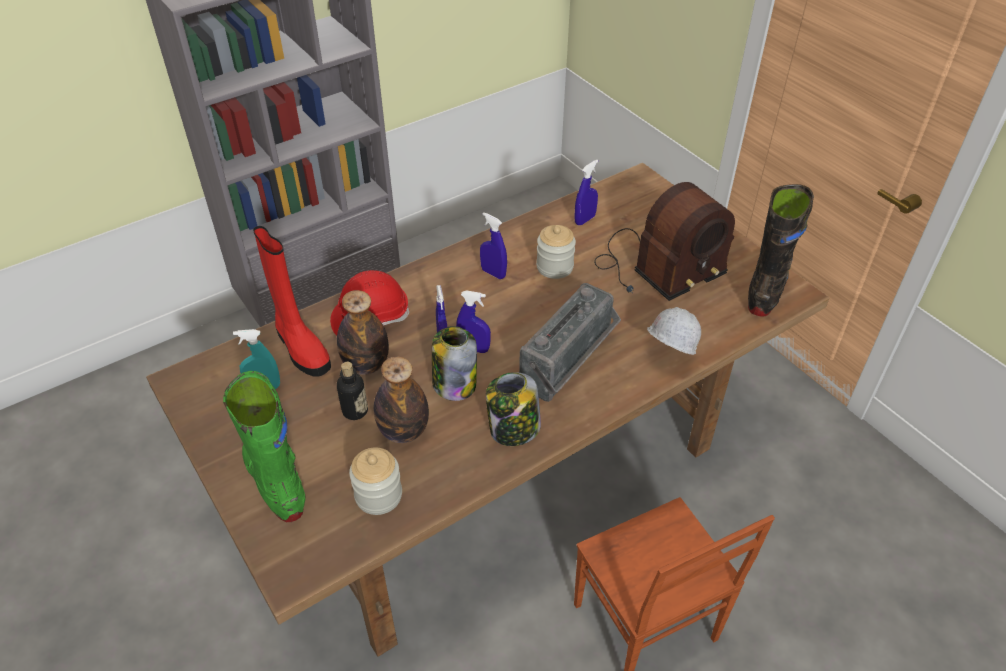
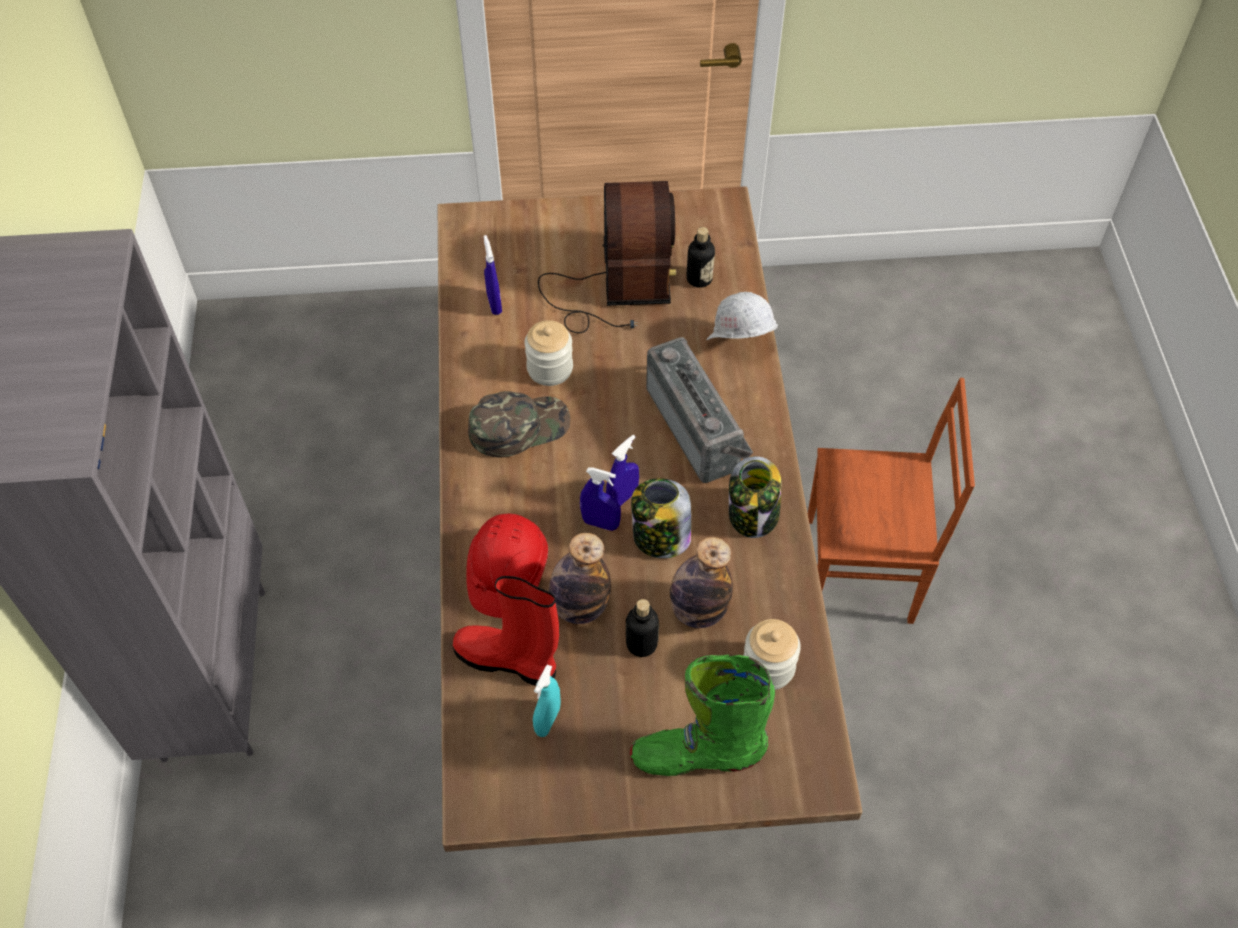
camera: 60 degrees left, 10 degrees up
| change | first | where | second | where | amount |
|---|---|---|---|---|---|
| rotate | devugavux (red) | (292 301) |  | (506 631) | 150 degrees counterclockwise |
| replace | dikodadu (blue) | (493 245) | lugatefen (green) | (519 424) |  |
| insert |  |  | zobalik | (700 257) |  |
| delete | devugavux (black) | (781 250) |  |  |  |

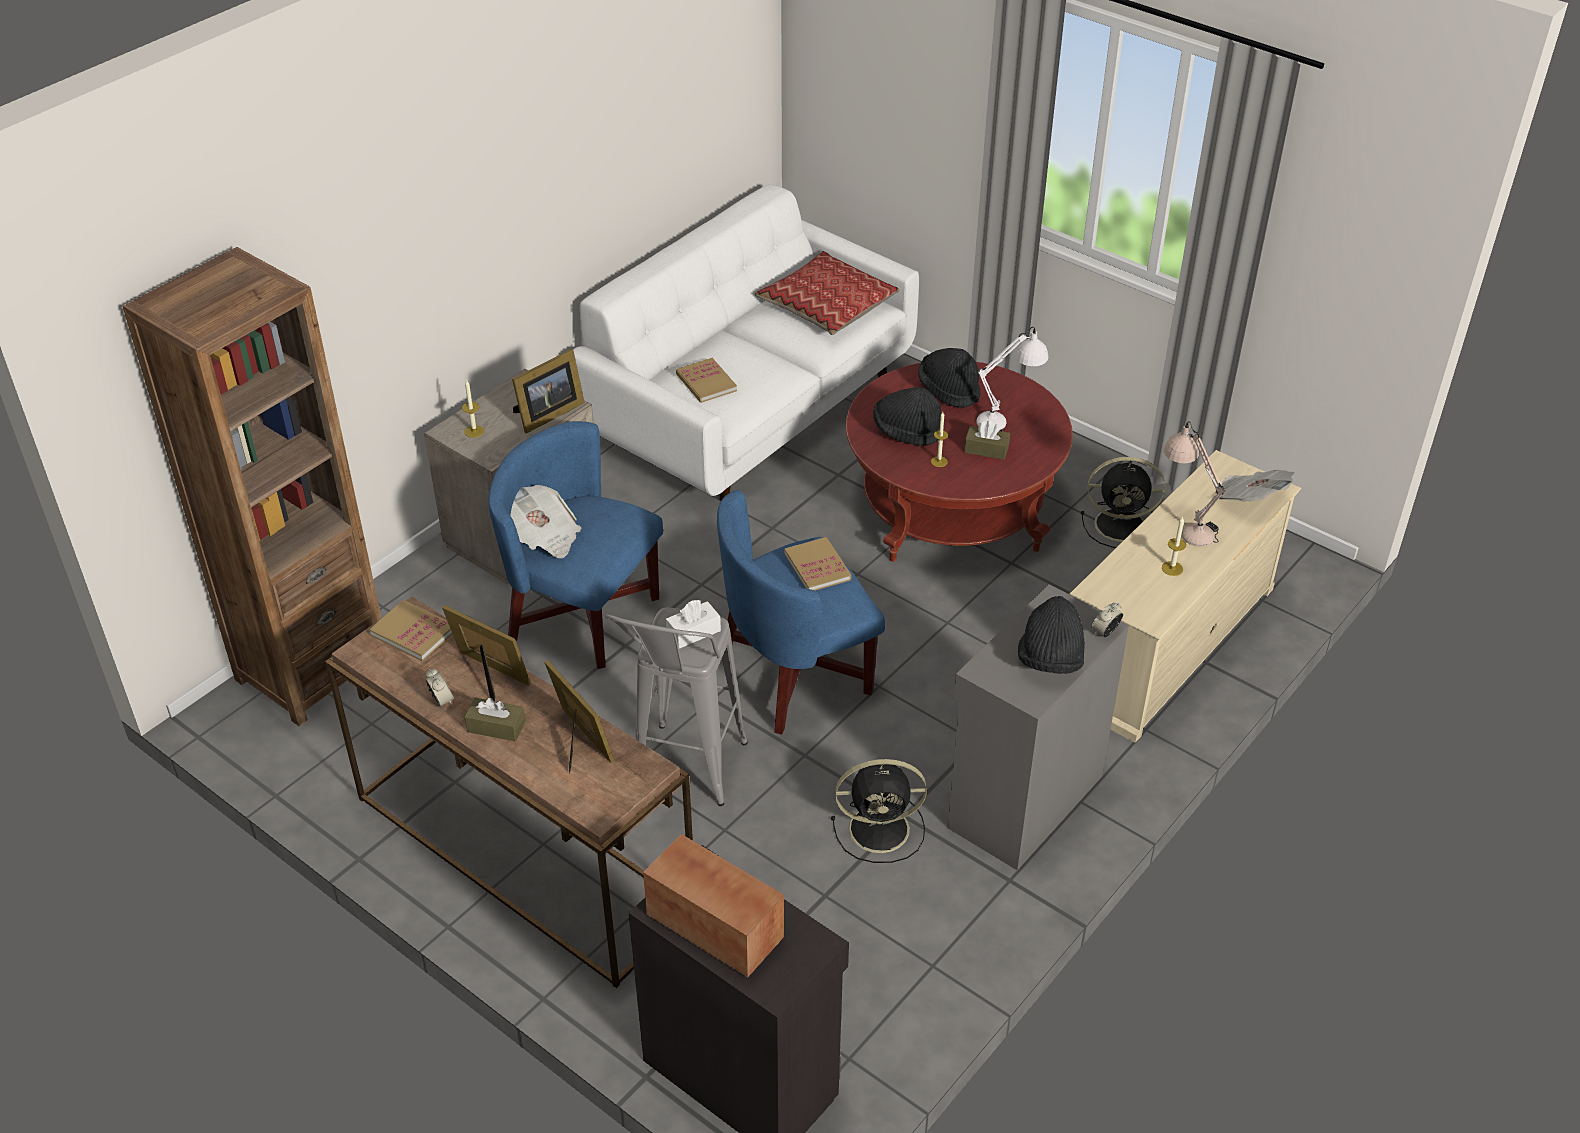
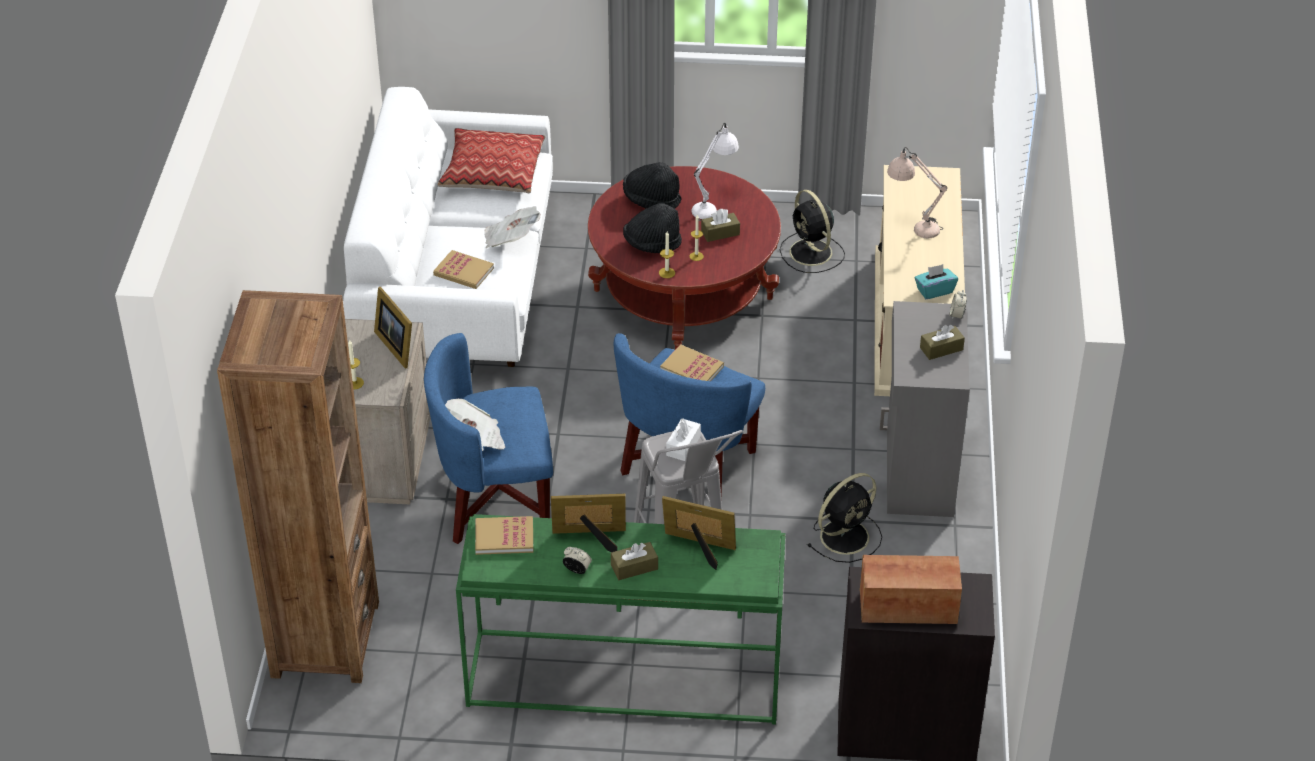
camera: 35 degrees left, 0 degrees up
| change | first | where | second | where | amount |
|---|---|---|---|---|---|
| rotate | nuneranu | (548 391) |  | (393 328) | 135 degrees clockwise |
| recolor | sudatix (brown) | (509 792) | sudatix (green) | (621 619) |  |
| move | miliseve | (1253 485) |  | (512 227) |  |
| move | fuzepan | (1174 546) |  | (667 254) |  |
| rotate | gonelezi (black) | (1123 502) |  | (812 231) | 90 degrees clockwise |
| insert |  |  | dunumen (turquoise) | (936 281) |  |
| replace | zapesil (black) | (1051 635) | dunumen (brown) | (942 342) |  |

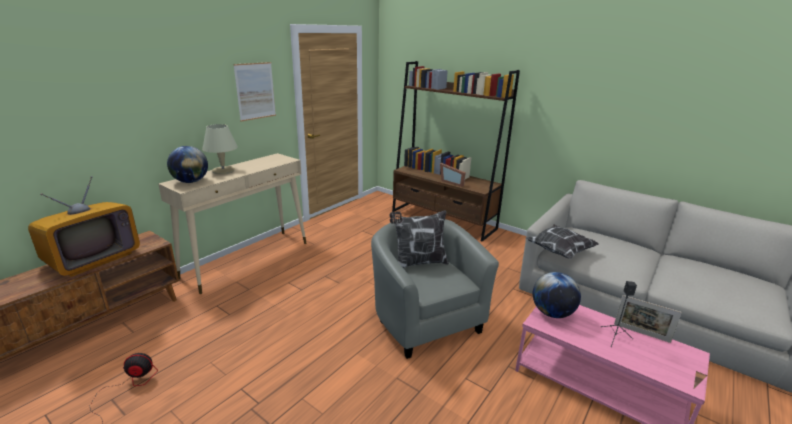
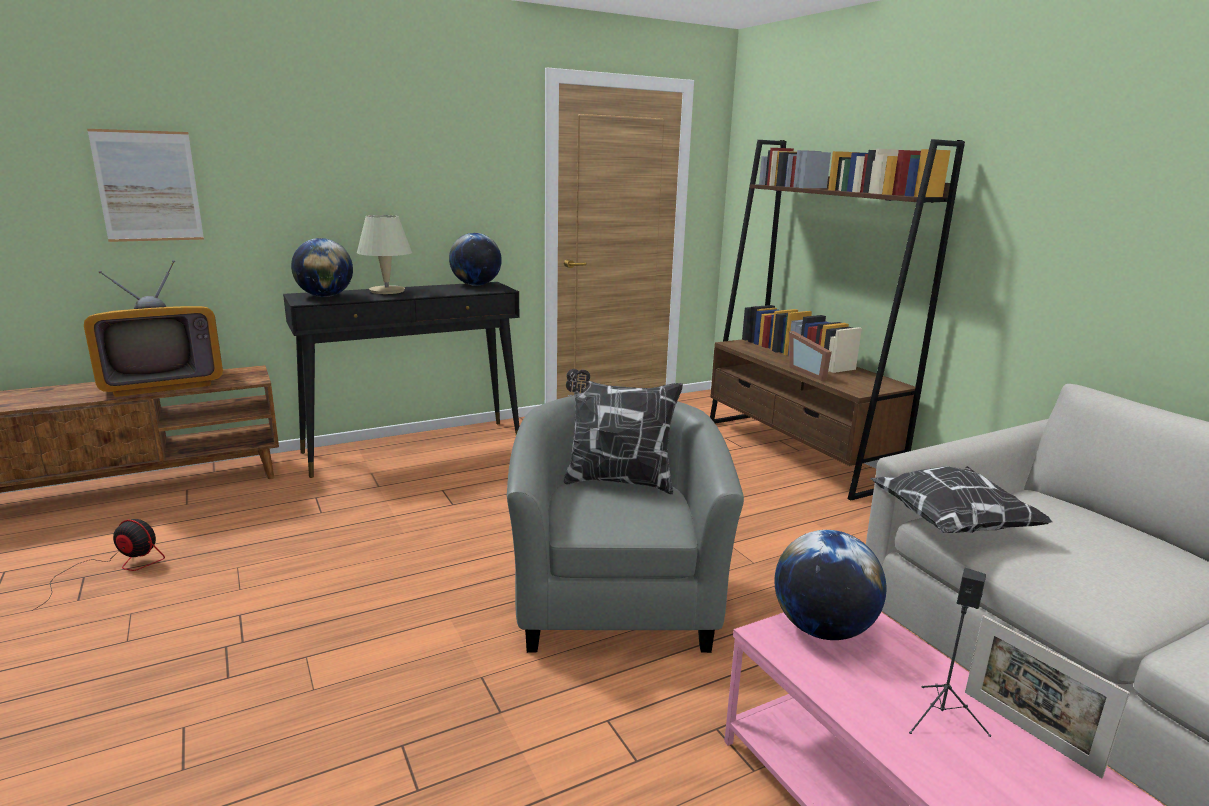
camera: 25 degrees right, 5 degrees down
| change | first | where | second | where | amount |
|---|---|---|---|---|---|
| move | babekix | (254 91) |  | (145 185) |  |
| recolor | sudatix (beige) | (232 223) | sudatix (black) | (401 380) |  |
| insert |  |  | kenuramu | (475 259) |  |

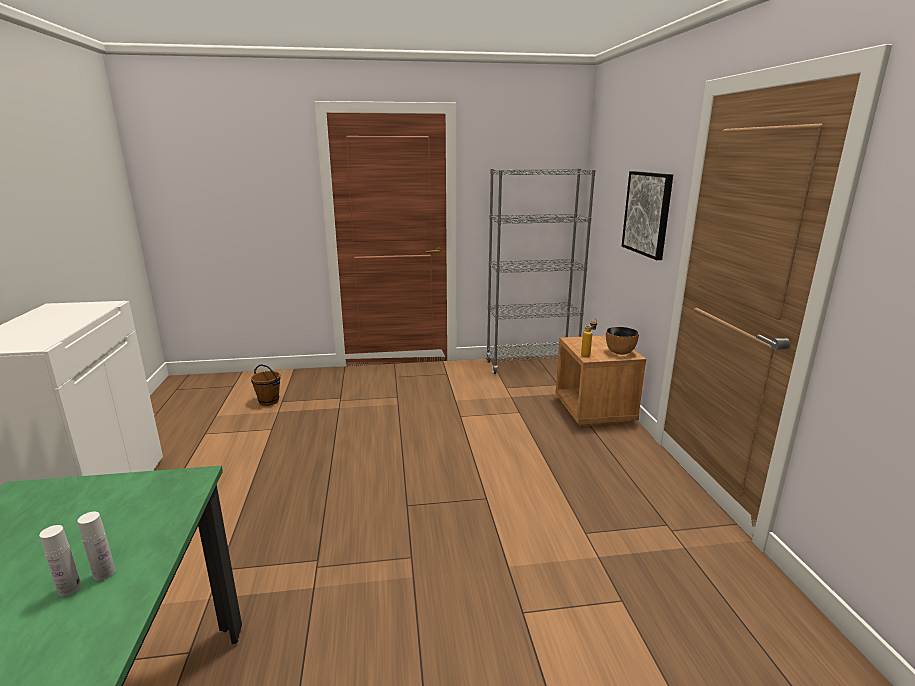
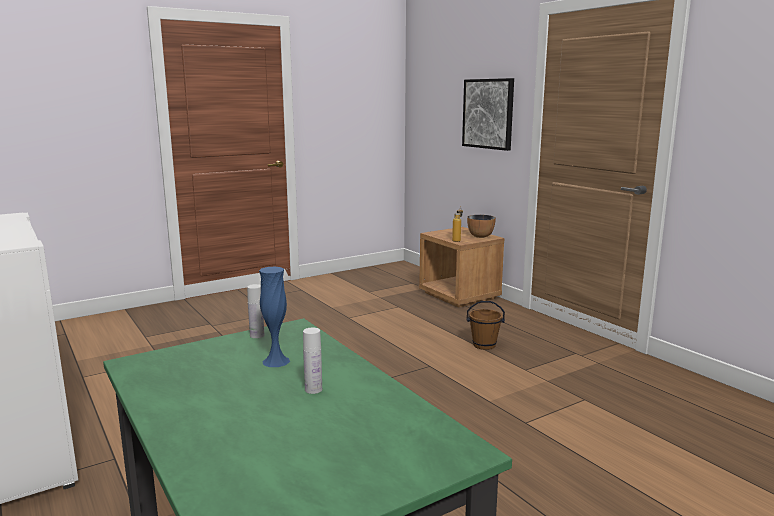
camera: 25 degrees left, 5 degrees down
| change | first | where | second | where | amount |
|---|---|---|---|---|---|
| move | zobalik (white) | (96 546) |  | (255 311) |  |
| insert |  |  | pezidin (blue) | (274 316) |  |
| move | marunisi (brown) | (266 385) |  | (485 325) |  |
| delete | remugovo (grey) | (540 271) |  |  |  |

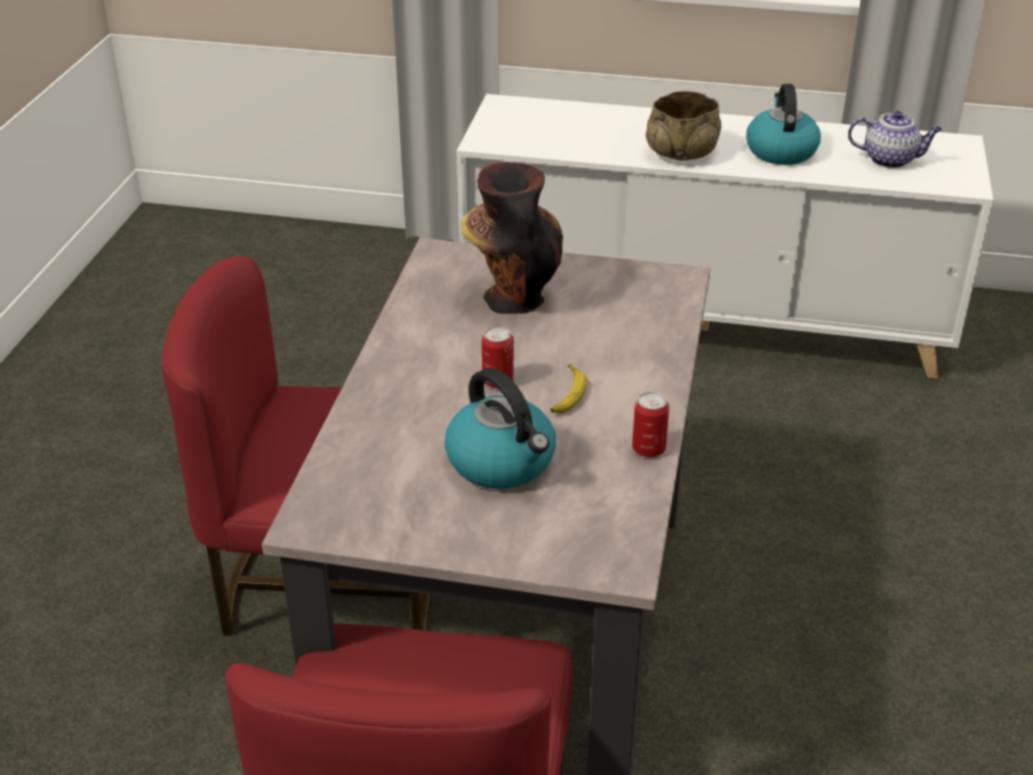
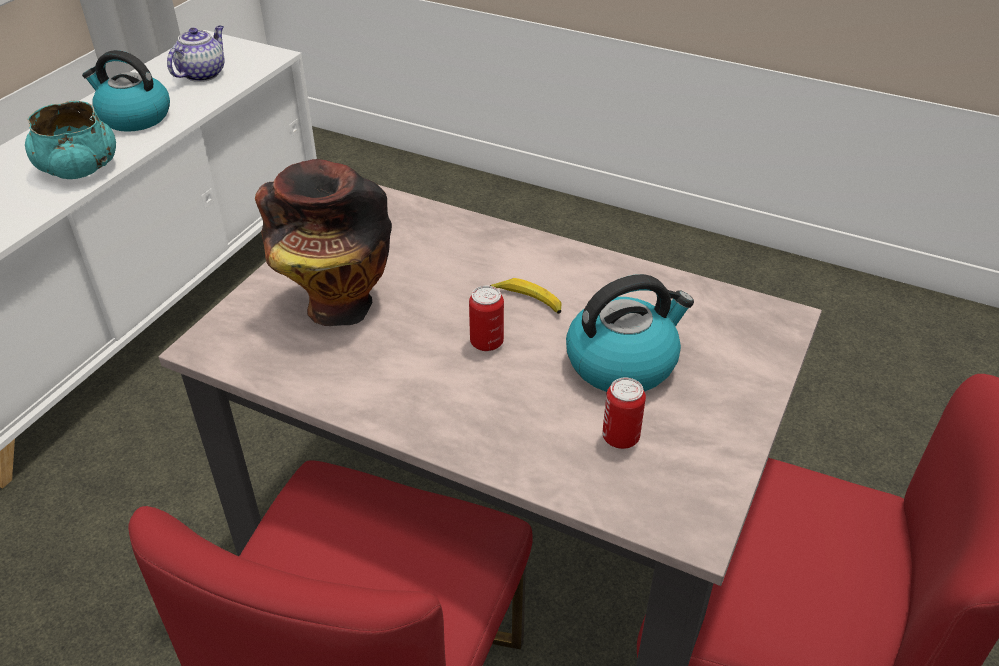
camera: 75 degrees left, 5 degrees up
| change | first | where | second | where | amount |
|---|---|---|---|---|---|
| recolor | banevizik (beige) | (683 126) | banevizik (turquoise) | (70 140) |  |
| move | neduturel | (650 425) |  | (624 413) |  |

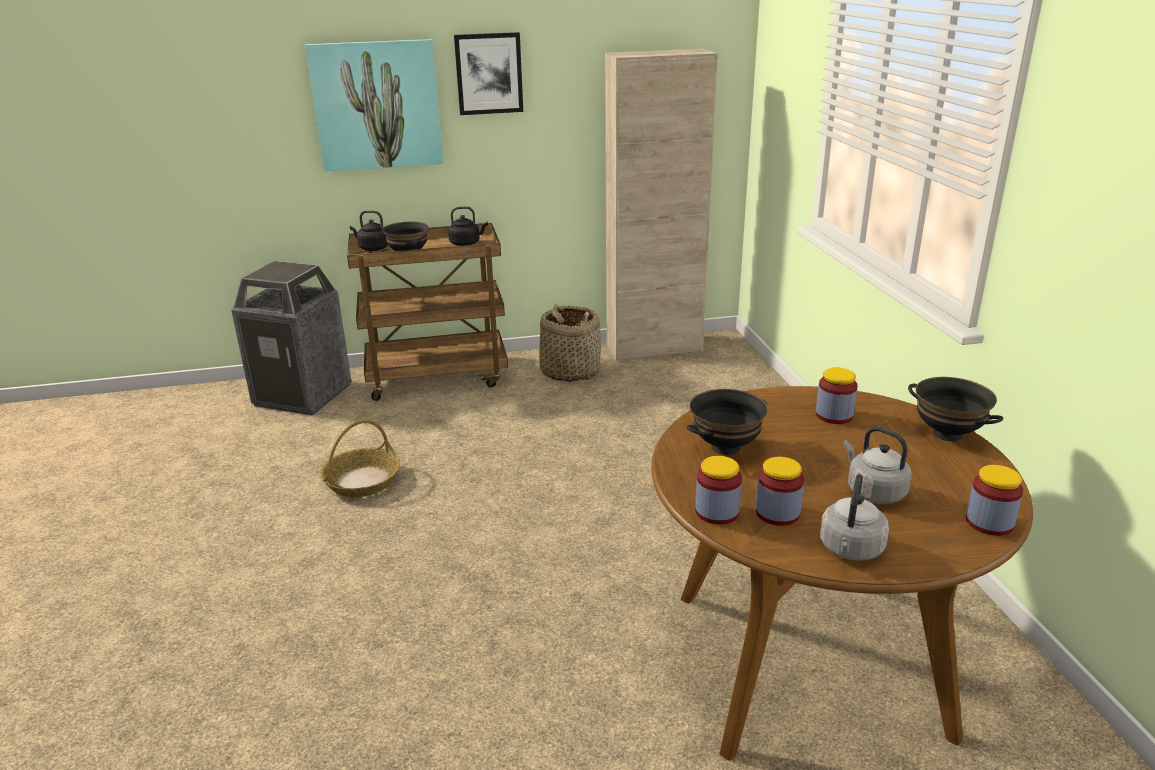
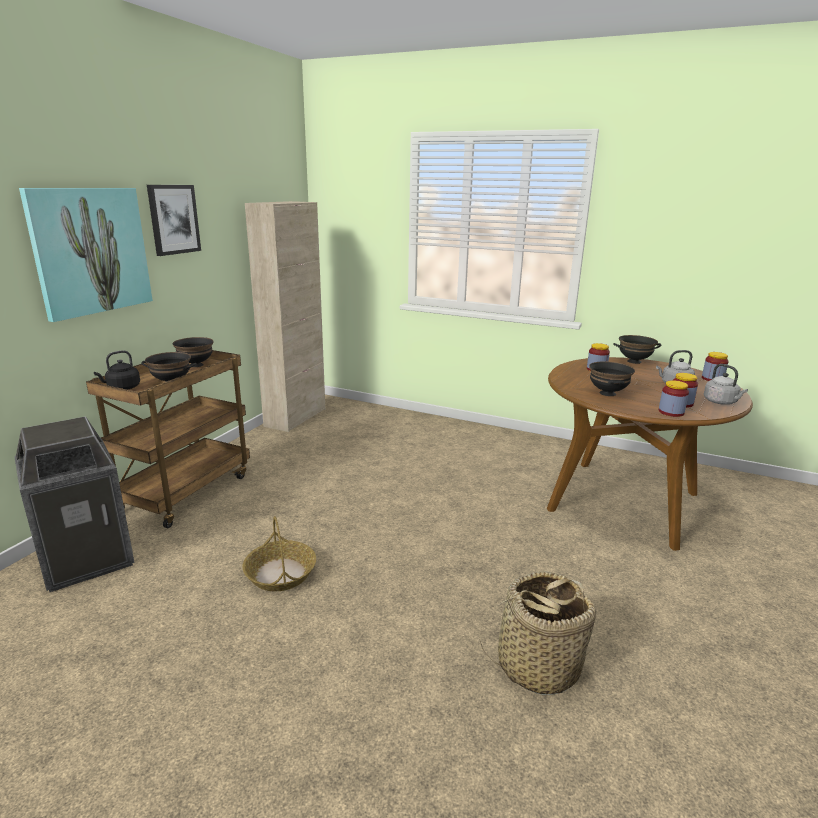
camera: 55 degrees left, 5 degrees down
| change | first | where | second | where | amount |
|---|---|---|---|---|---|
| replace | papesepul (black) | (468 226) | banevizik (black) | (193 352) |  |
| move | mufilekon | (570 343) |  | (538 633) |  |

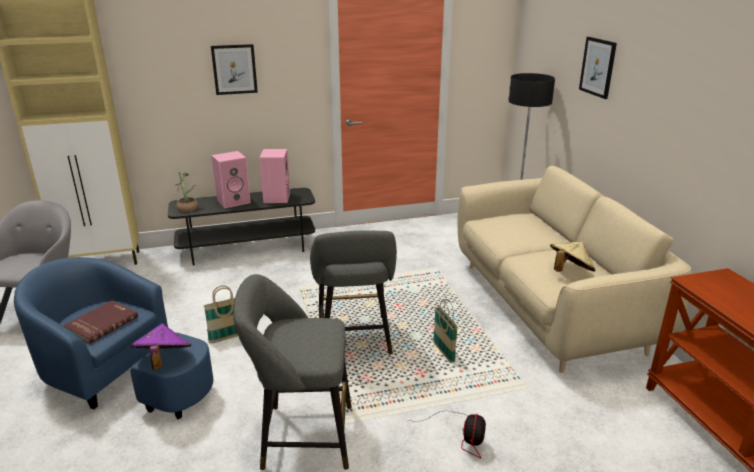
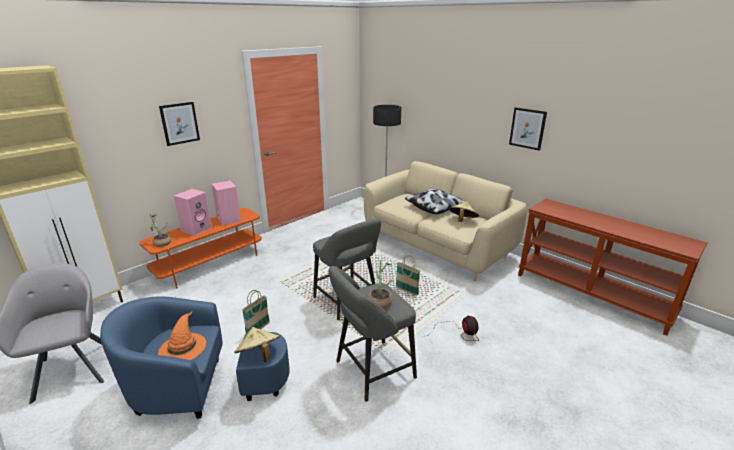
camera: 30 degrees left, 0 degrees up
| change | first | where | second | where | amount |
|---|---|---|---|---|---|
| recolor | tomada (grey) | (241 227) | tomada (orange) | (200 248) |  |
| replace | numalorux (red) | (100 322) | zapesil (orange) | (182 335) |  |
| recolor | zapesil (purple) | (161 347) | zapesil (beige) | (257 344) |  |
| insert |  |  | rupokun | (381 284) |  |
| insert |  |  | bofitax | (434 201) |  |
| move | babekix | (598 68) |  | (528 129) |  |

